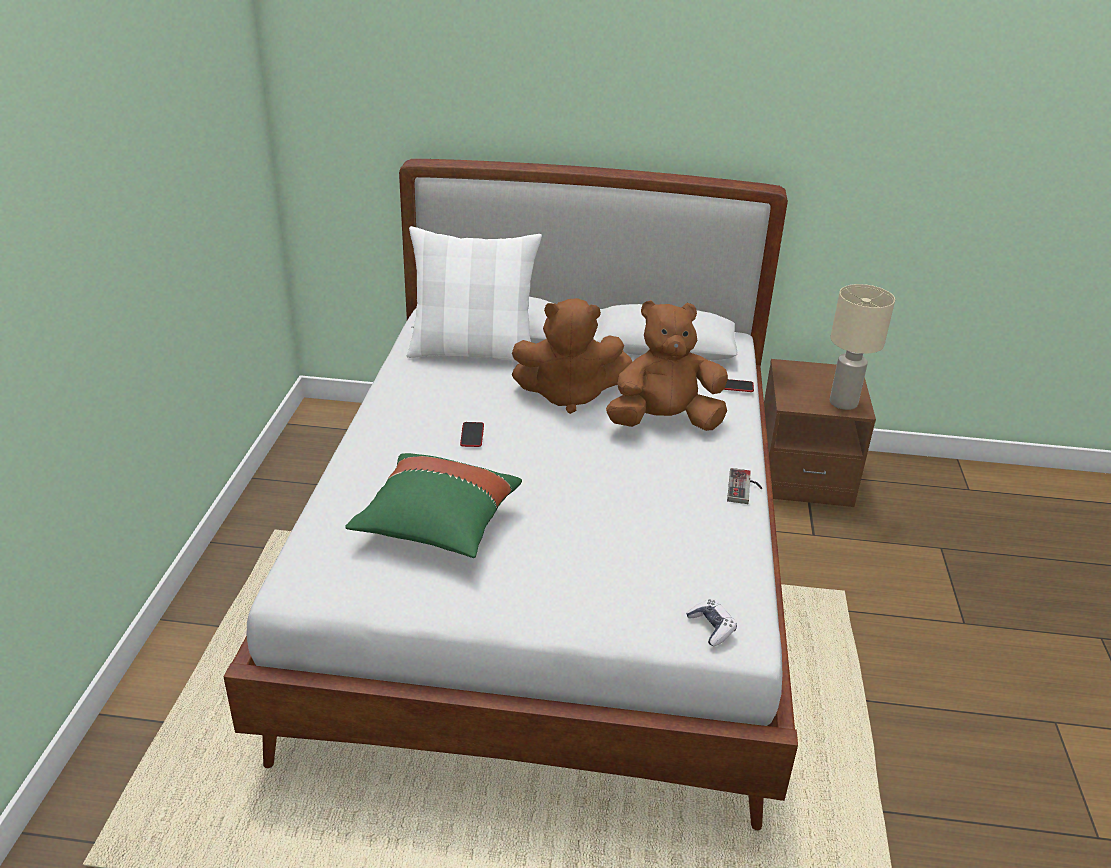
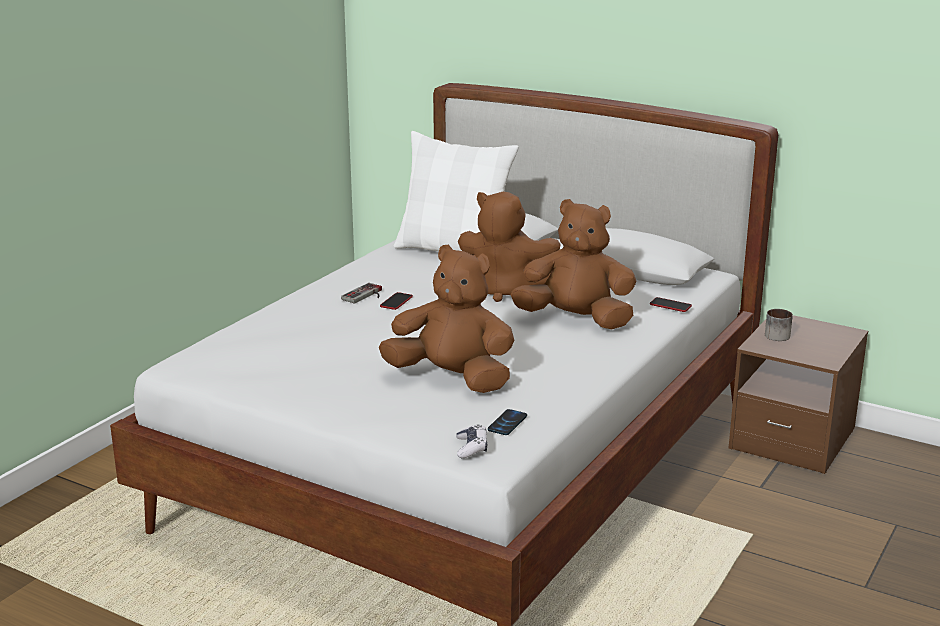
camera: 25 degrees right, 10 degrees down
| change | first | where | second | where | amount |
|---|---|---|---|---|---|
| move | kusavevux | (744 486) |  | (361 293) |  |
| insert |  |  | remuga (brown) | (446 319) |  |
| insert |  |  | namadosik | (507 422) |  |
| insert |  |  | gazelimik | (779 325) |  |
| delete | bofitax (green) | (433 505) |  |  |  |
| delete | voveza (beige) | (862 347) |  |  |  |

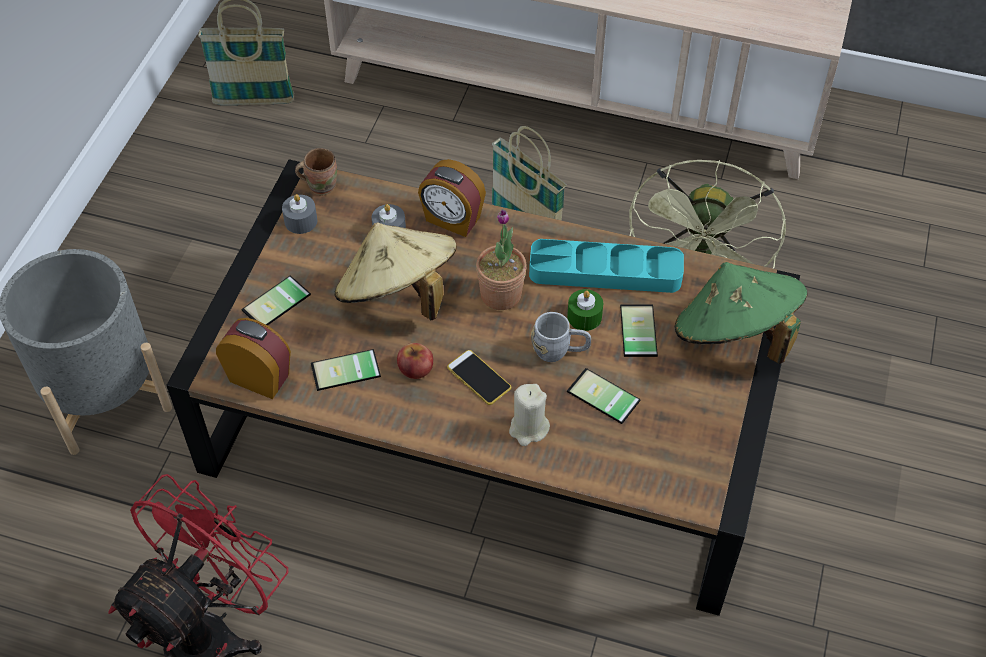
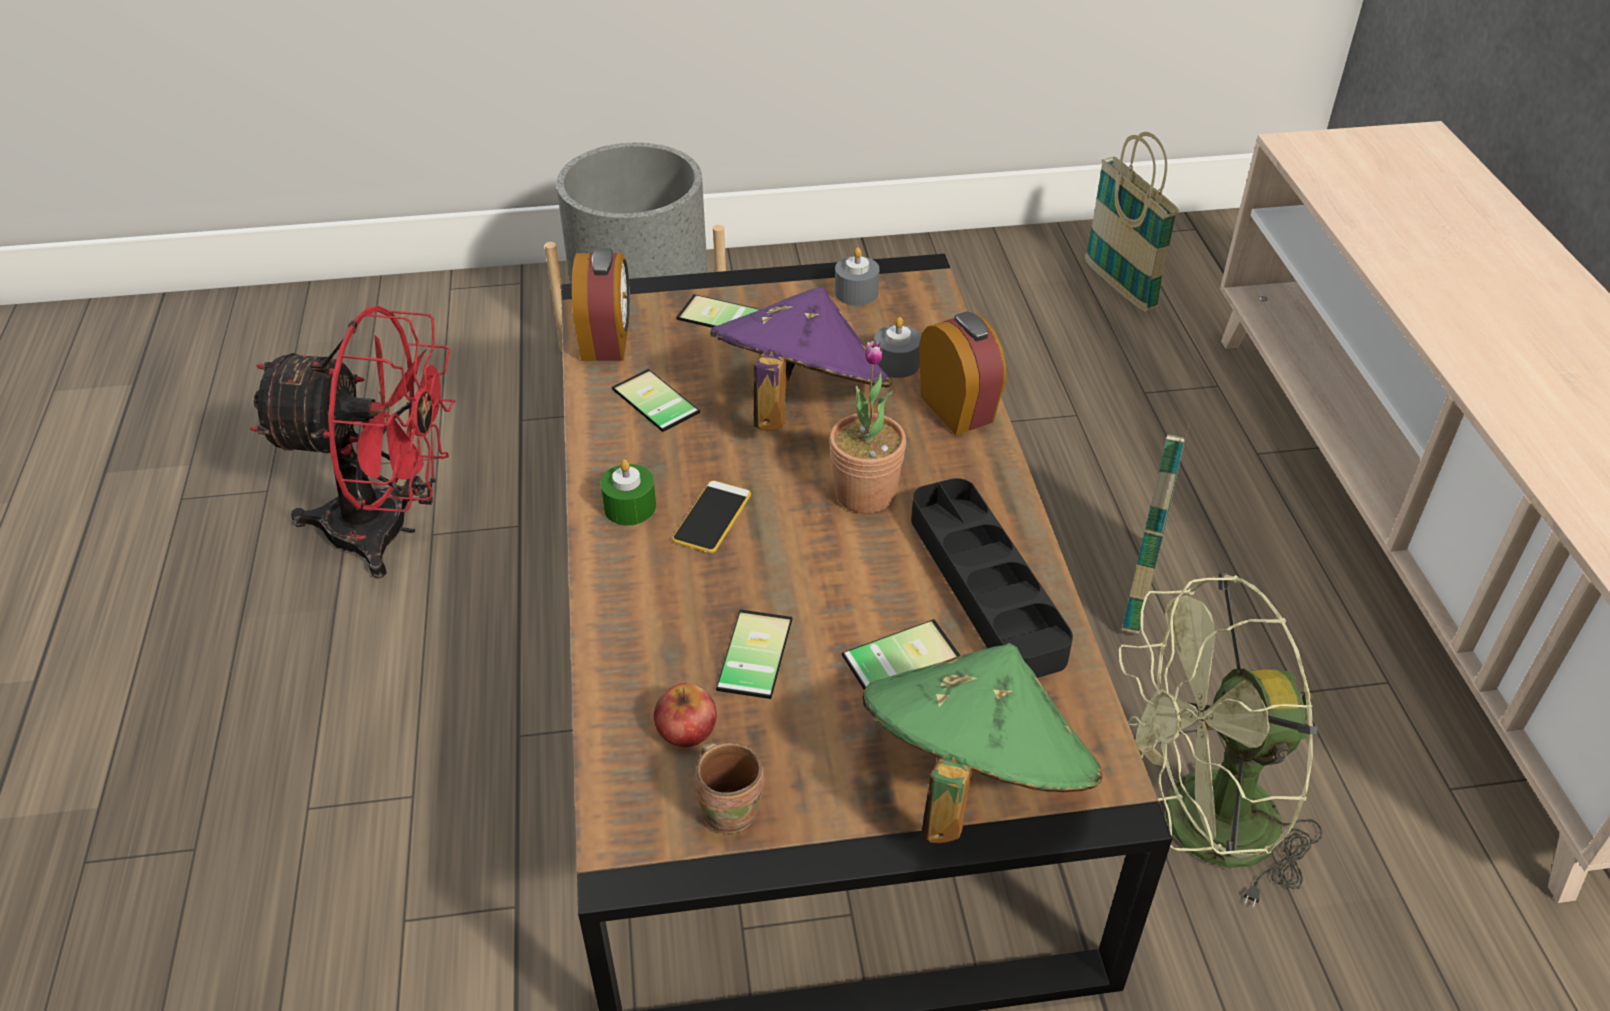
camera: 65 degrees right, 10 degrees down
| change | first | where | second | where | amount |
|---|---|---|---|---|---|
| move | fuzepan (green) | (585 310) |  | (628 492) |  |
| move | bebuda | (415 361) |  | (685 715) |  |
| move | gazelimik (brown) | (316 171) |  | (729 788) |  |
| recolor | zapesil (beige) | (396 271) | zapesil (purple) | (801 359) |  |
| recolor | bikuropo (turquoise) | (606 266) | bikuropo (black) | (992 578) |  |
| rotate | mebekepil | (452 198) |  | (962 373) | 150 degrees clockwise |
| delete | fuzepan (beige) | (529 415) |  |  |  |
| delete | gazelimik (grey) | (561 337) |  |  |  |

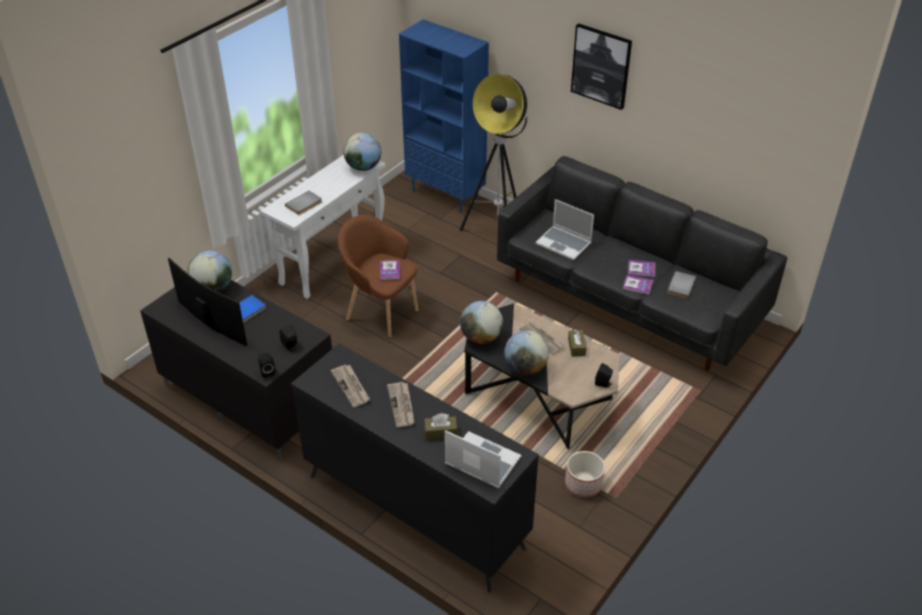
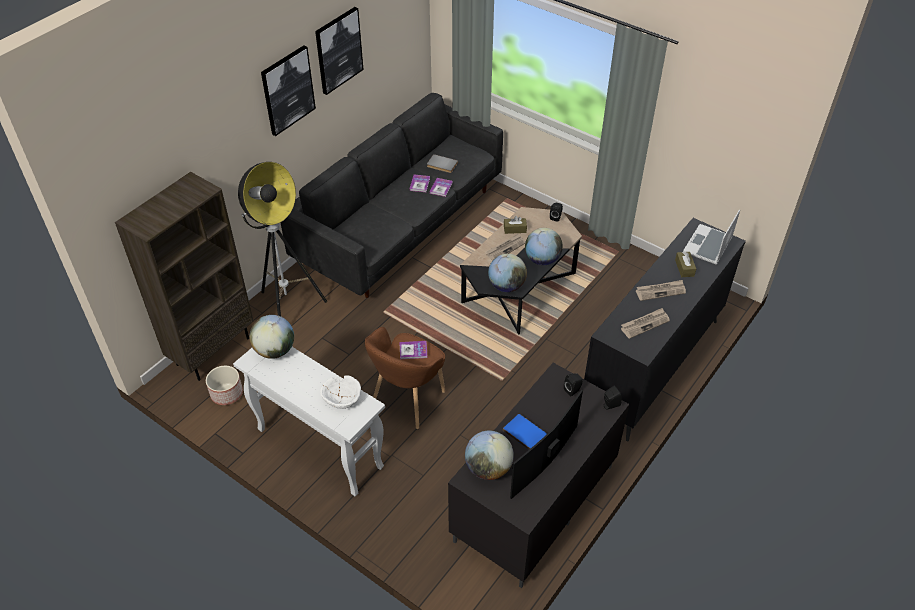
camera: 90 degrees left, 5 degrees up
| change | first | where | second | where | amount |
|---|---|---|---|---|---|
| recolor | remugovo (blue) | (444 116) | remugovo (brown) | (184 276) |  |
| move | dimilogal | (585 474) |  | (224 385) |  |
| insert |  |  | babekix | (339 51) |  |
| replace | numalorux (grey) | (303 203) | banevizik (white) | (340 392) |  |
| delete | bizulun | (564 229) |  |  |  |

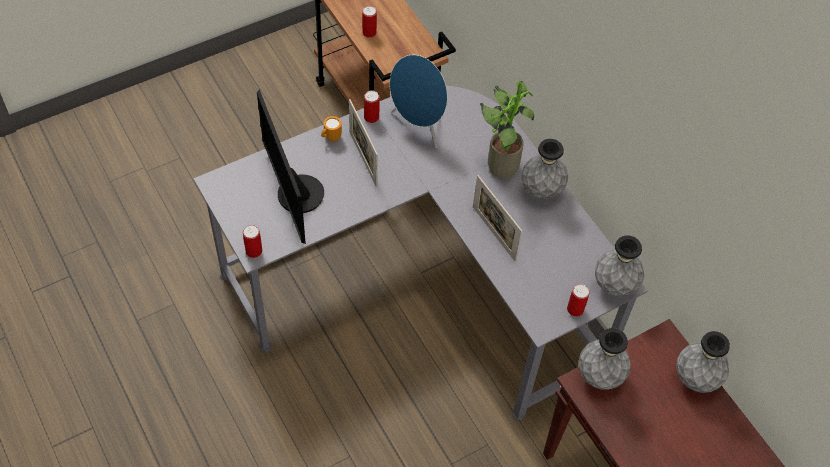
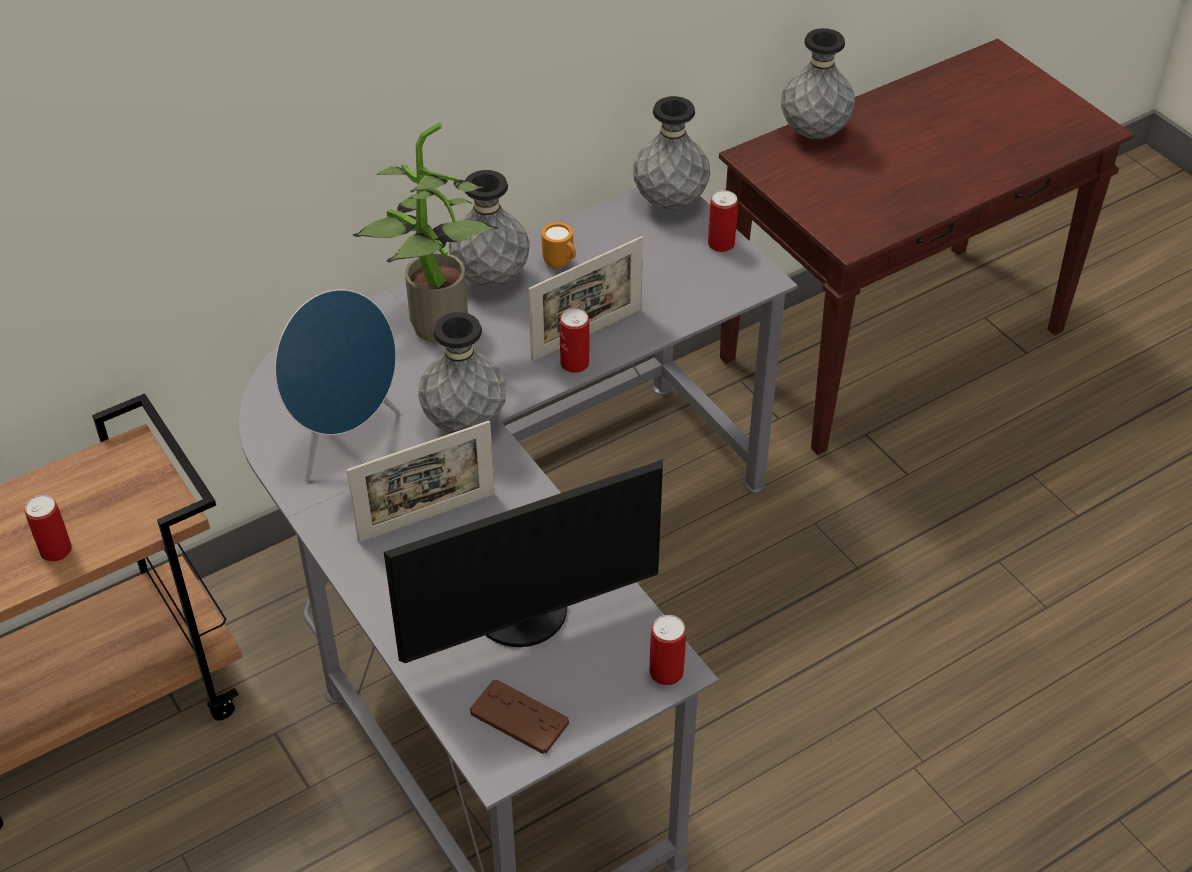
camera: 90 degrees left, 10 degrees down
| change | first | where | second | where | amount |
|---|---|---|---|---|---|
| move | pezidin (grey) | (605 359) |  | (462 372) |  |
| insert |  |  | kusavevux (brown) | (519 716) |  |
| move | gazelimik (orange) | (331 129) |  | (558 245) |  |
| move | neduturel | (372 106) |  | (575 340) |  |

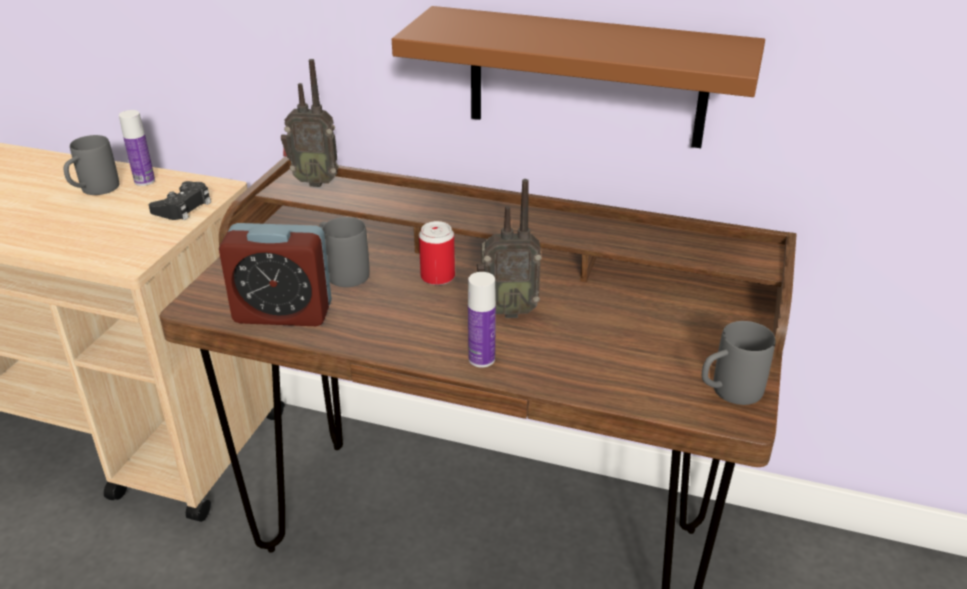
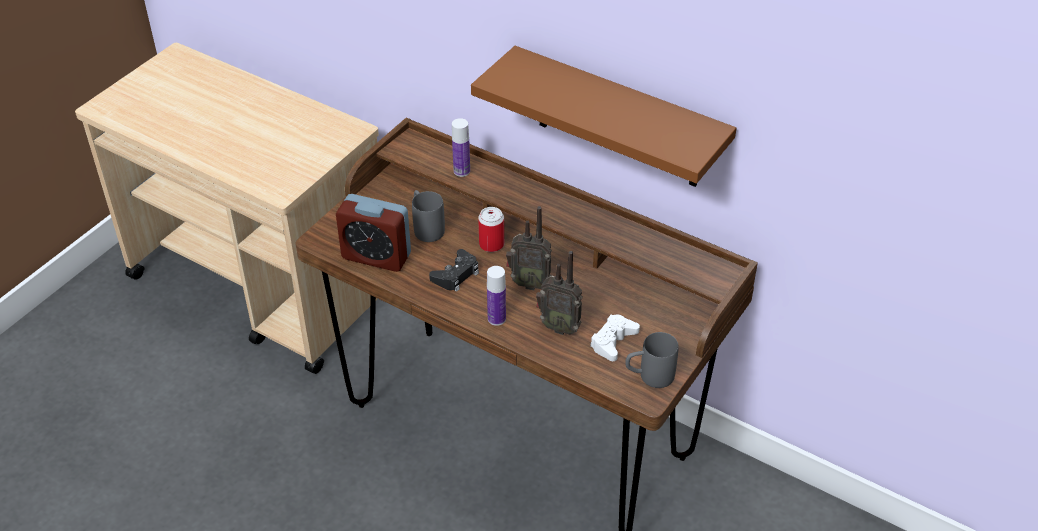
camera: 15 degrees right, 10 degrees up
| change | first | where | second | where | amount |
|---|---|---|---|---|---|
| move | kusavevux (black) | (180 200) |  | (454 270) |  |
| move | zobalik | (137 148) |  | (461 147) |  |
| move | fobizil | (310 123) |  | (559 293) |  |
| insert |  |  | kusavevux (white) | (615 338) |  |
| delete | gazelimik (grey) | (91 165) |  |  |  |

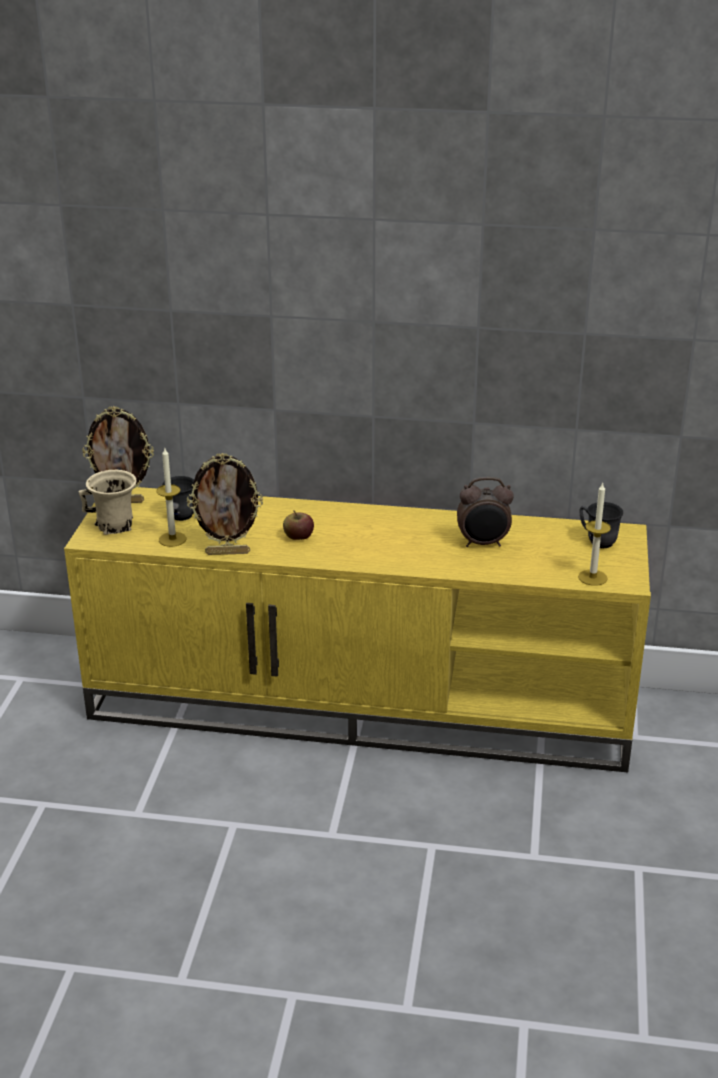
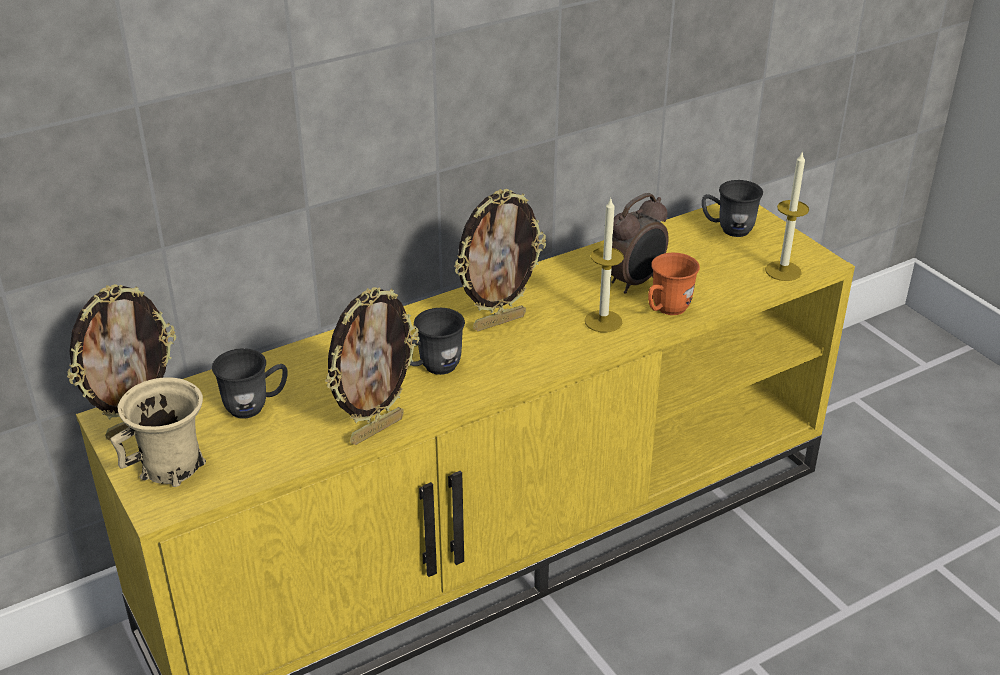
camera: 40 degrees left, 5 degrees up
| change | first | where | second | where | amount |
|---|---|---|---|---|---|
| replace | bebuda | (298 525) | gazelimik (grey) | (437 341) |  |
| insert |  |  | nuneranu | (500 260) |  |
| move | fuzepan | (171 497) |  | (604 265) |  |
| insert |  |  | gazelimik (orange) | (674 283) |  |

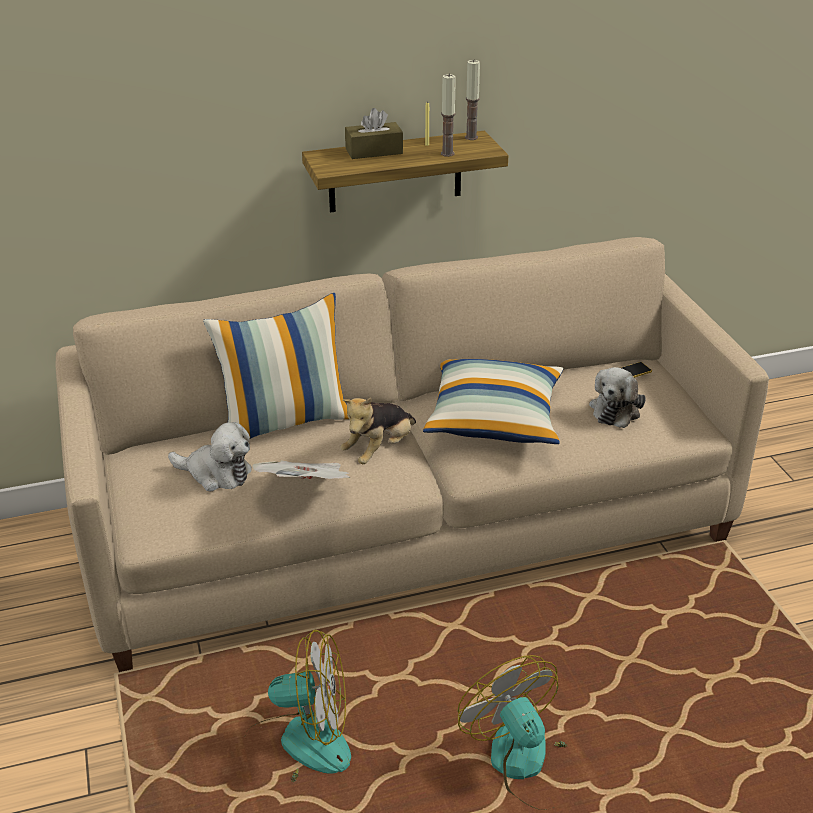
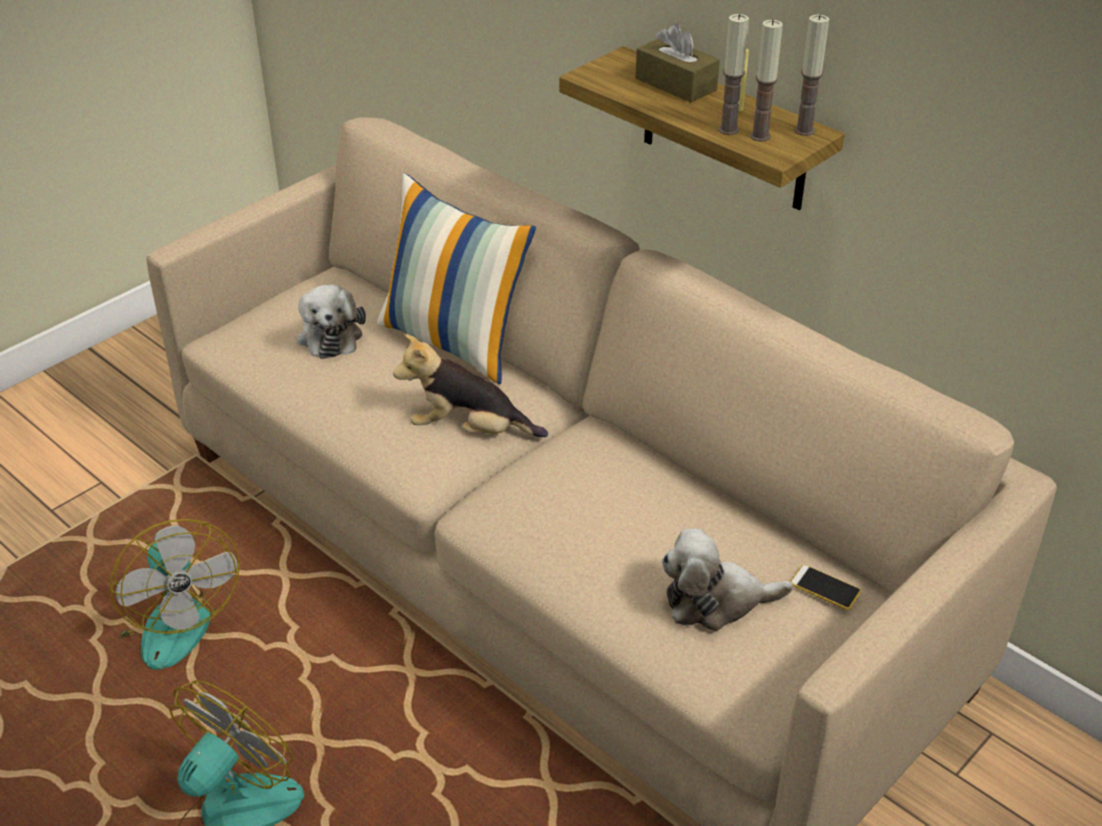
camera: 60 degrees right, 5 degrees up
| change | first | where | second | where | amount |
|---|---|---|---|---|---|
| insert |  |  | fuzepan | (766 81) |  |
| delete | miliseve | (301 469) |  |  |  |
| delete | bofitax | (493 401) |  |  |  |

